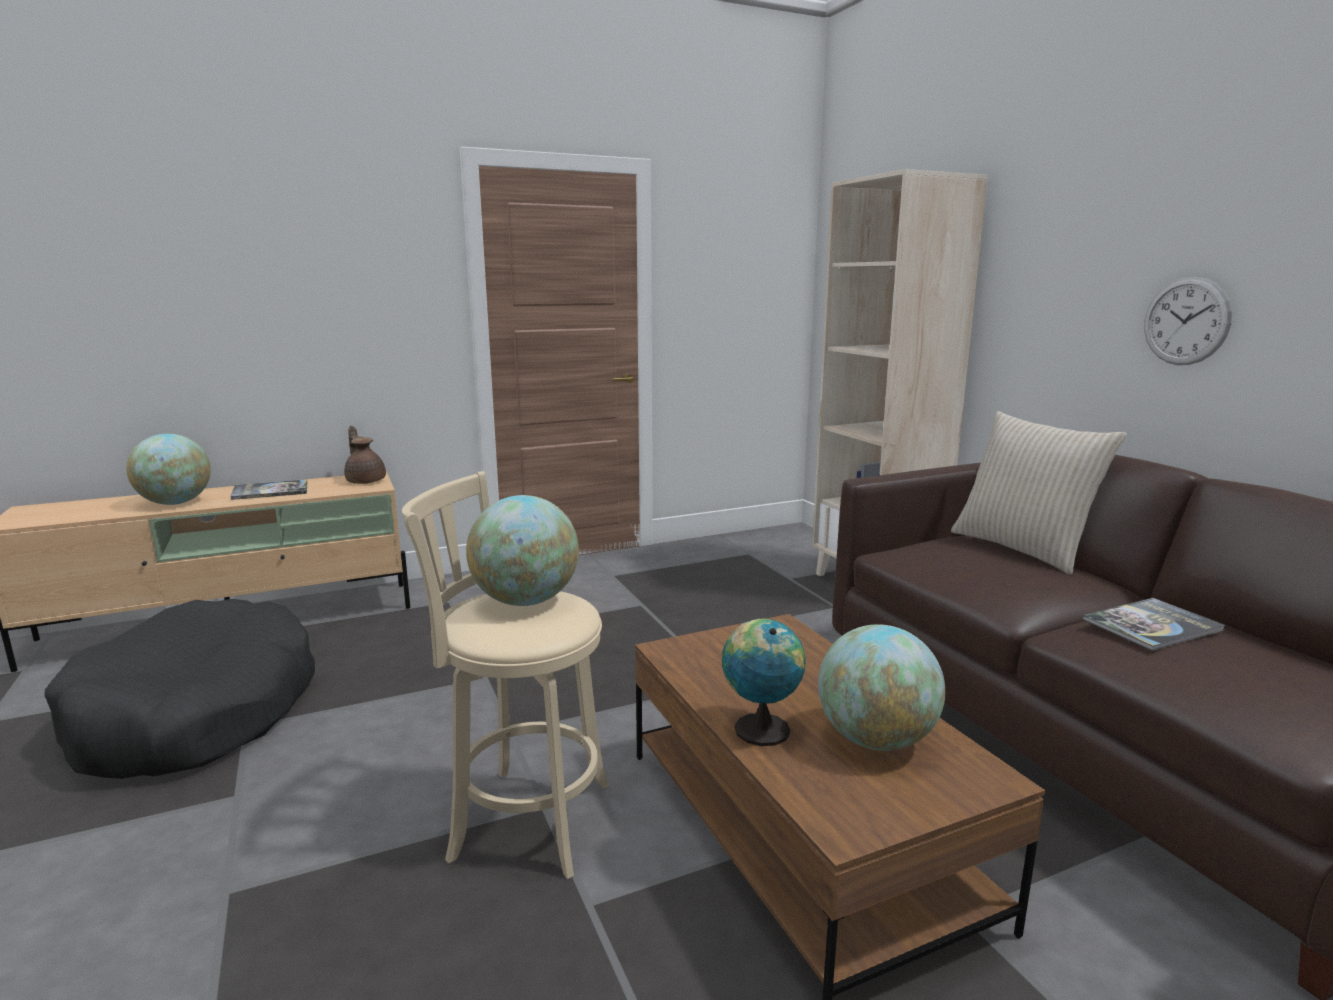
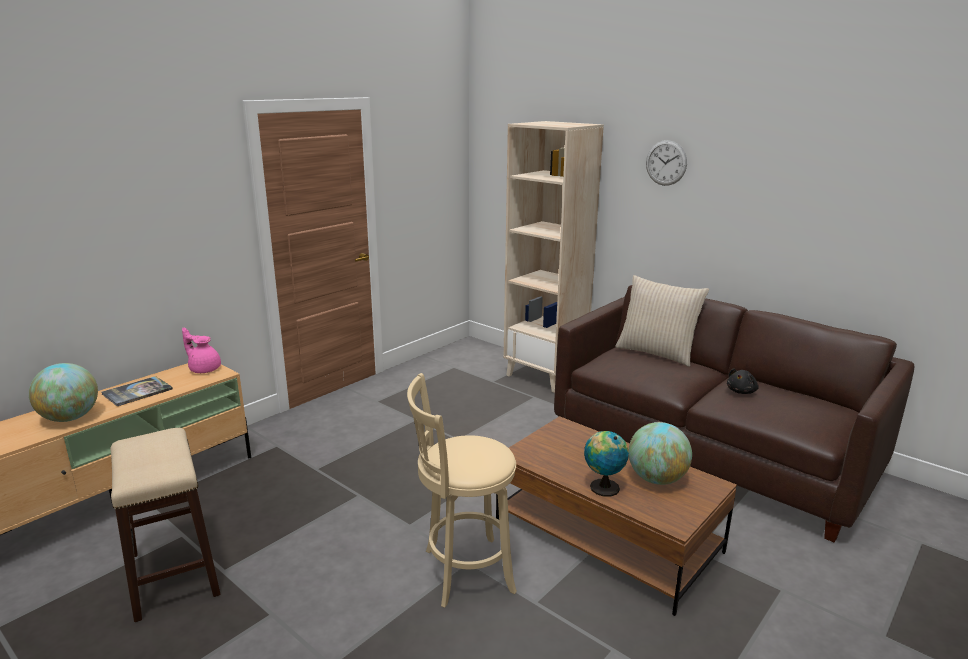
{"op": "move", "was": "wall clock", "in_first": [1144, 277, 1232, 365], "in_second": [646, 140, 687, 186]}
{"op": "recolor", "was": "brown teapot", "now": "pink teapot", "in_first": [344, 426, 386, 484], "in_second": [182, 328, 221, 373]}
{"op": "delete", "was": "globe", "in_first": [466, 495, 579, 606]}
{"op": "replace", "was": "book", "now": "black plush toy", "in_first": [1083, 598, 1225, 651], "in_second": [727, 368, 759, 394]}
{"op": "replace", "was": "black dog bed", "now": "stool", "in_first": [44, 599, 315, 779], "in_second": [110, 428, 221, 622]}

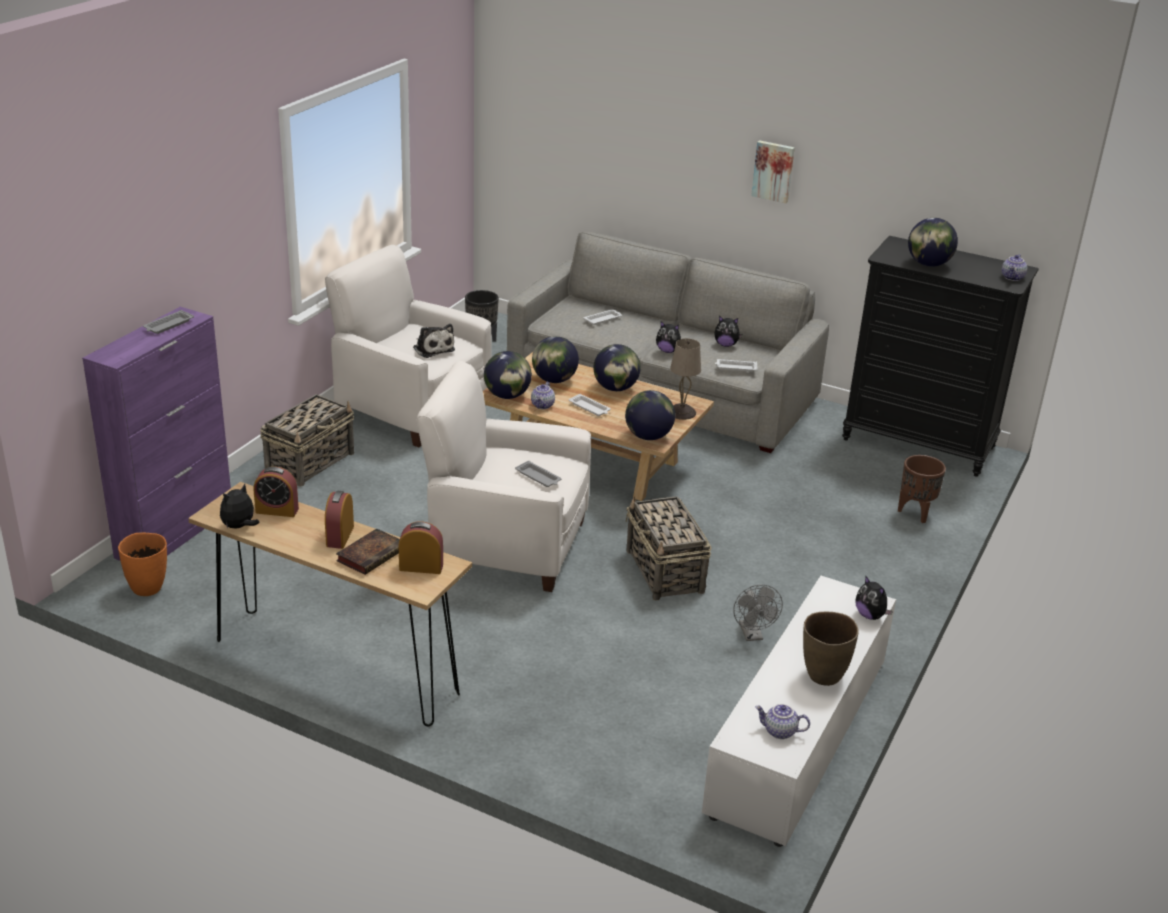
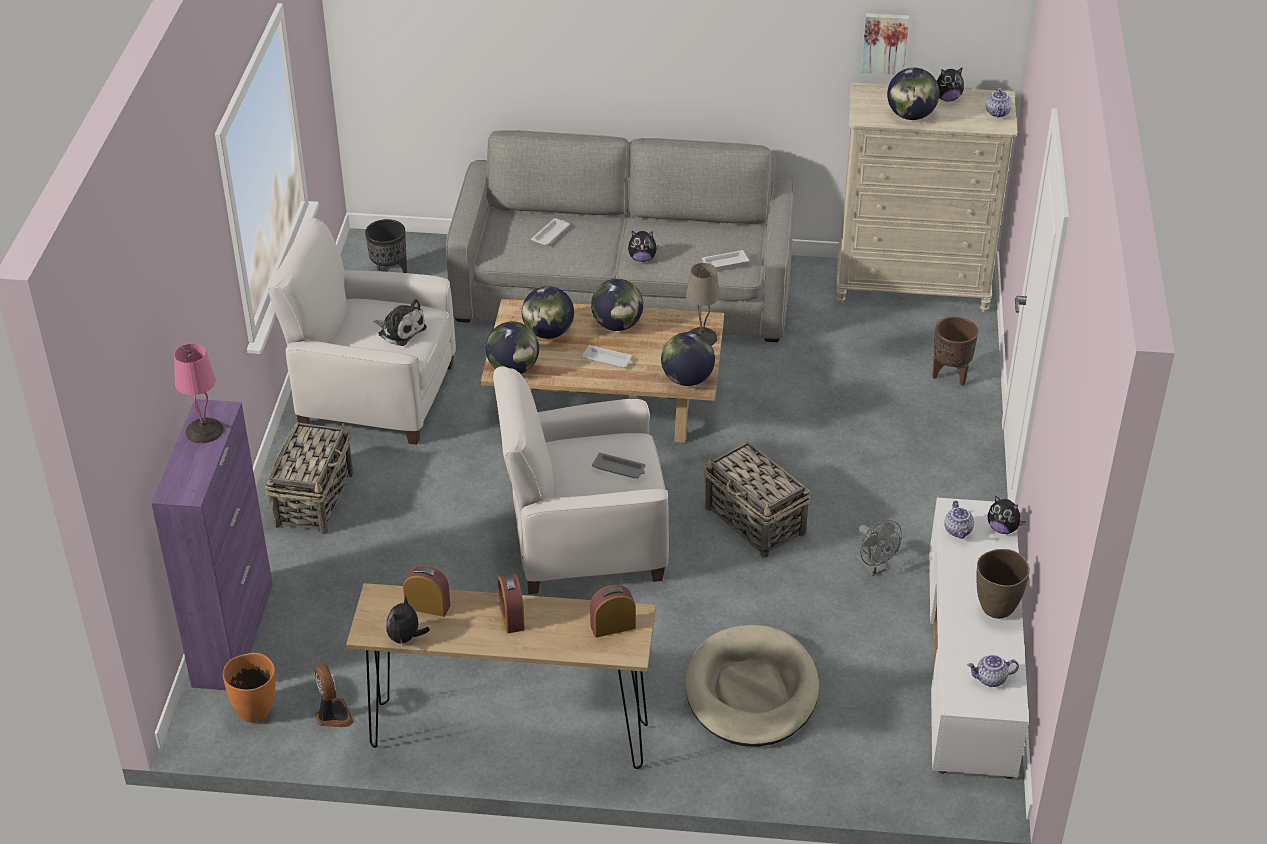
{"op": "move", "was": "picture", "in_first": [751, 140, 795, 204], "in_second": [861, 13, 909, 75]}
{"op": "recolor", "was": "black dresser", "now": "beige dresser", "in_first": [842, 236, 1039, 477], "in_second": [837, 83, 1017, 312]}
{"op": "replace", "was": "grey tray", "now": "pink table lamp", "in_first": [143, 310, 194, 334], "in_second": [174, 343, 224, 443]}
{"op": "move", "was": "plush toy", "in_first": [714, 316, 742, 347], "in_second": [937, 67, 964, 102]}
{"op": "move", "was": "teapot", "in_first": [531, 382, 555, 409], "in_second": [944, 500, 974, 539]}
{"op": "rotate", "was": "alarm clock", "in_first": [253, 466, 299, 517], "in_second": [403, 565, 450, 617], "clockwise": -150}
{"op": "delete", "was": "book", "in_first": [336, 529, 400, 575]}
{"op": "insert", "now": "beige dog bed", "in_second": [685, 625, 819, 747]}
{"op": "insert", "now": "fan", "in_second": [314, 664, 354, 727]}

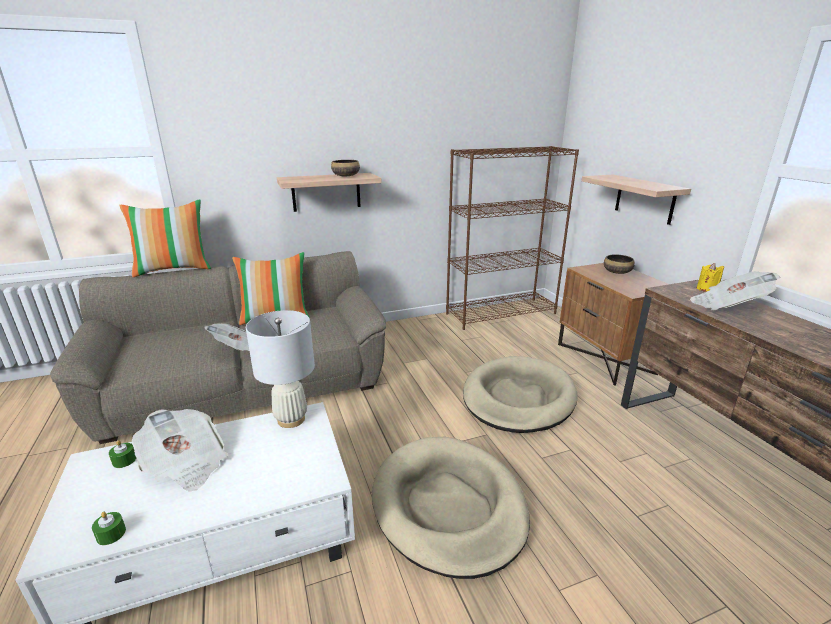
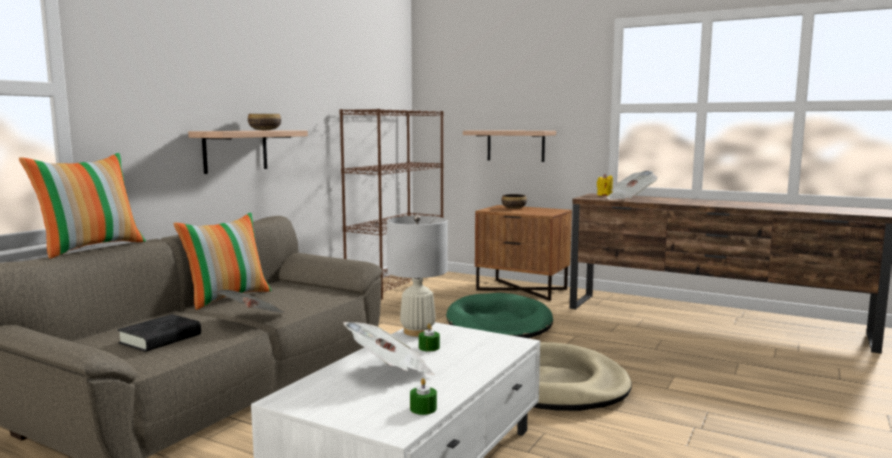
{"op": "recolor", "was": "beige dog bed", "now": "green dog bed", "in_first": [463, 356, 578, 433], "in_second": [446, 293, 553, 338]}
{"op": "move", "was": "green candle", "in_first": [109, 440, 136, 468], "in_second": [419, 323, 440, 351]}
{"op": "insert", "now": "black book", "in_second": [117, 314, 201, 352]}

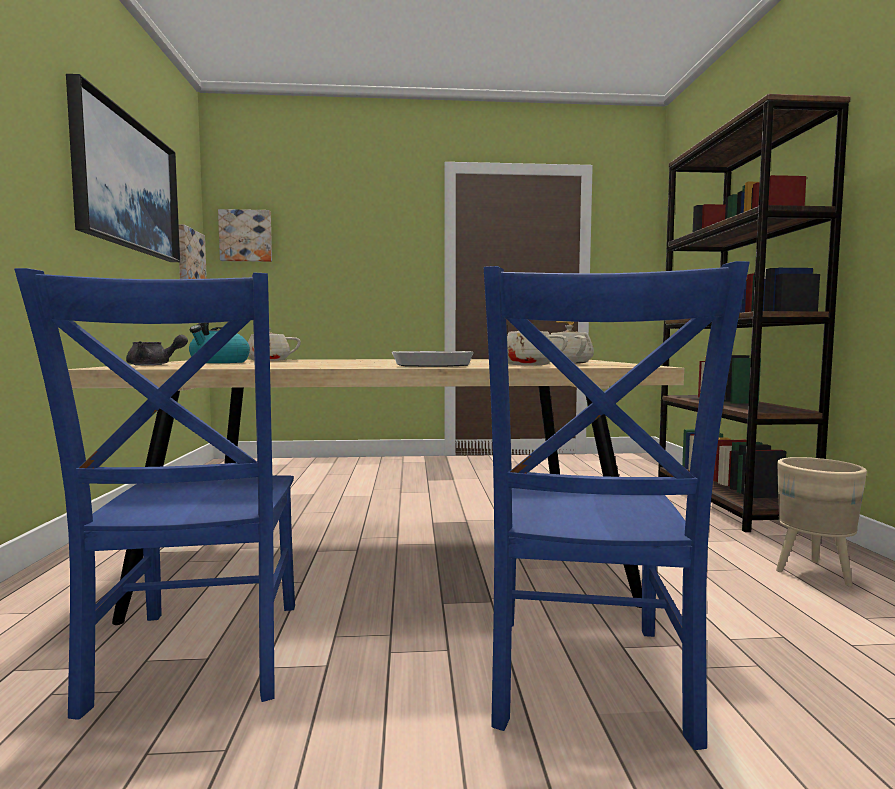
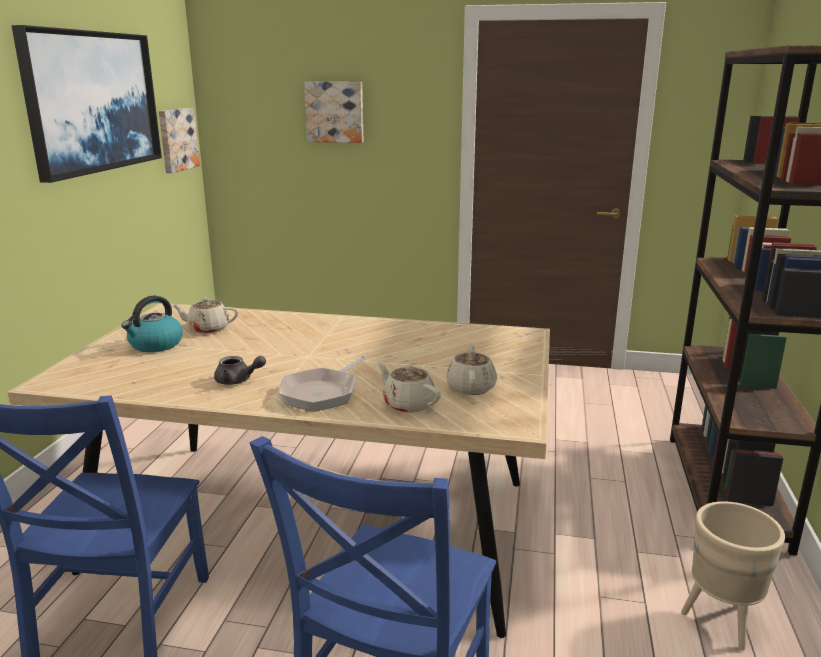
{"op": "move", "was": "picture", "in_first": [218, 209, 272, 262], "in_second": [304, 82, 364, 143]}
{"op": "move", "was": "grey teapot", "in_first": [126, 335, 188, 365], "in_second": [214, 356, 266, 385]}

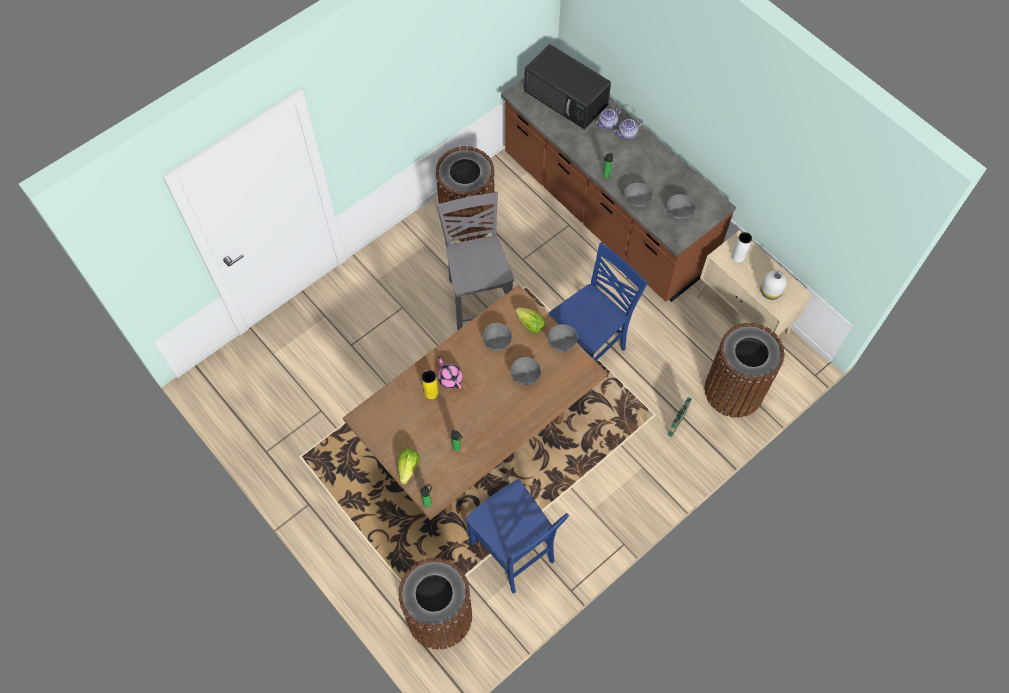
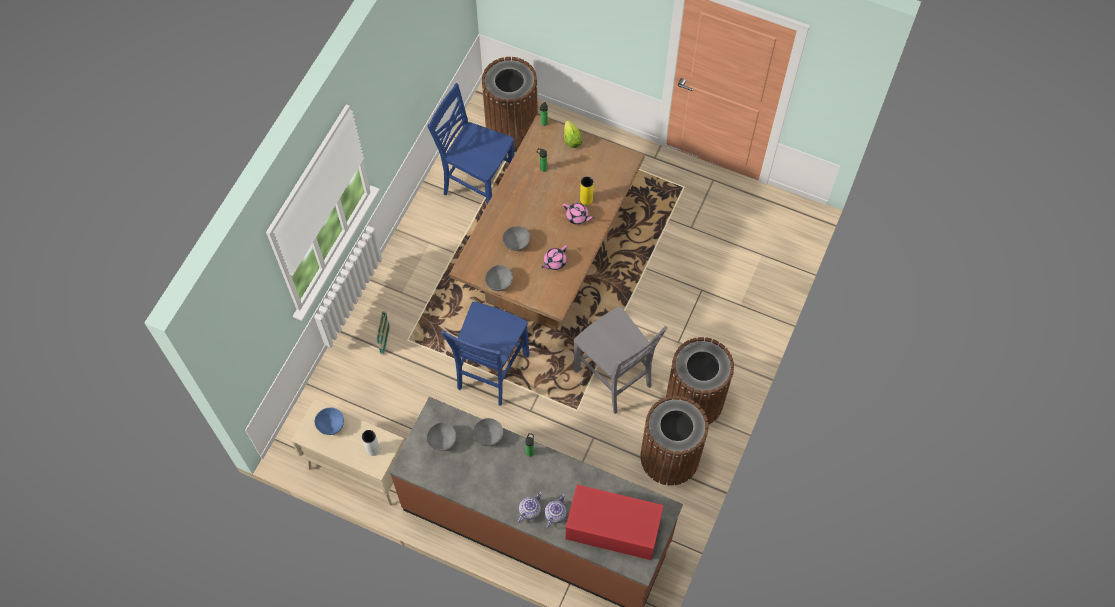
{"op": "recolor", "was": "black microwave", "now": "red microwave", "in_first": [524, 44, 611, 129], "in_second": [566, 485, 664, 560]}
{"op": "replace", "was": "white vase", "now": "blue bowl", "in_first": [760, 270, 787, 300], "in_second": [314, 407, 344, 435]}
{"op": "delete", "was": "lettuce", "in_first": [515, 307, 545, 333]}
{"op": "replace", "was": "grey bowl", "now": "pink teapot", "in_first": [483, 323, 512, 351], "in_second": [541, 245, 567, 270]}
{"op": "move", "was": "brown trash can", "in_first": [704, 323, 784, 418], "in_second": [666, 337, 734, 425]}

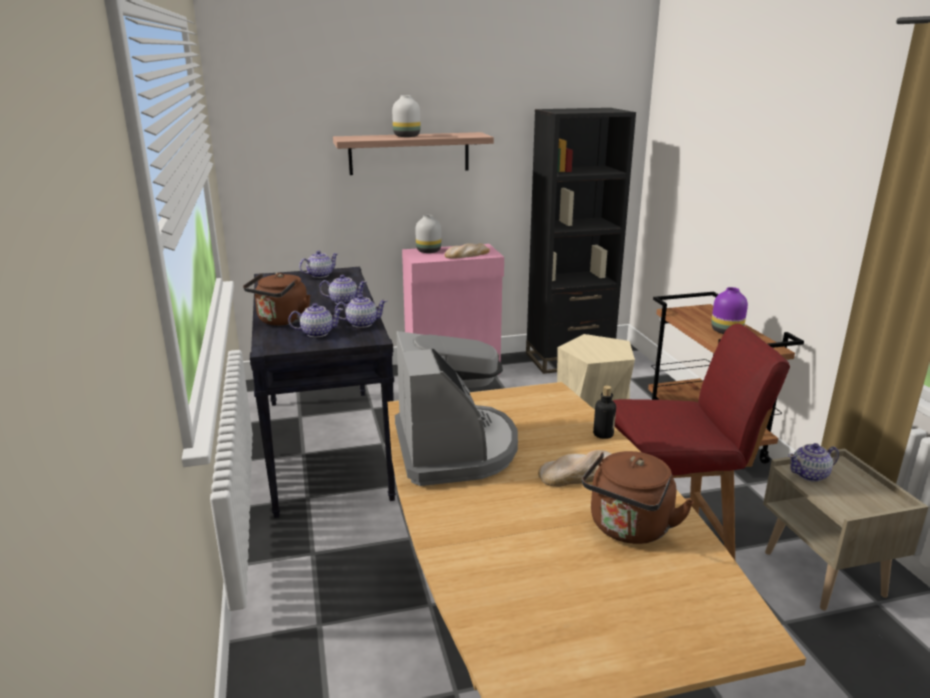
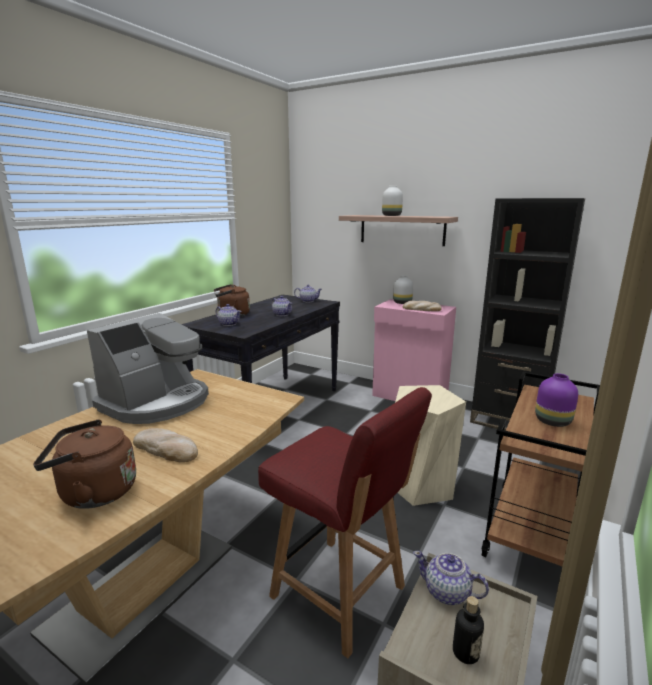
{"op": "delete", "was": "teapot", "in_first": [335, 295, 387, 328]}
{"op": "move", "was": "bottle", "in_first": [593, 385, 616, 439], "in_second": [453, 596, 484, 664]}

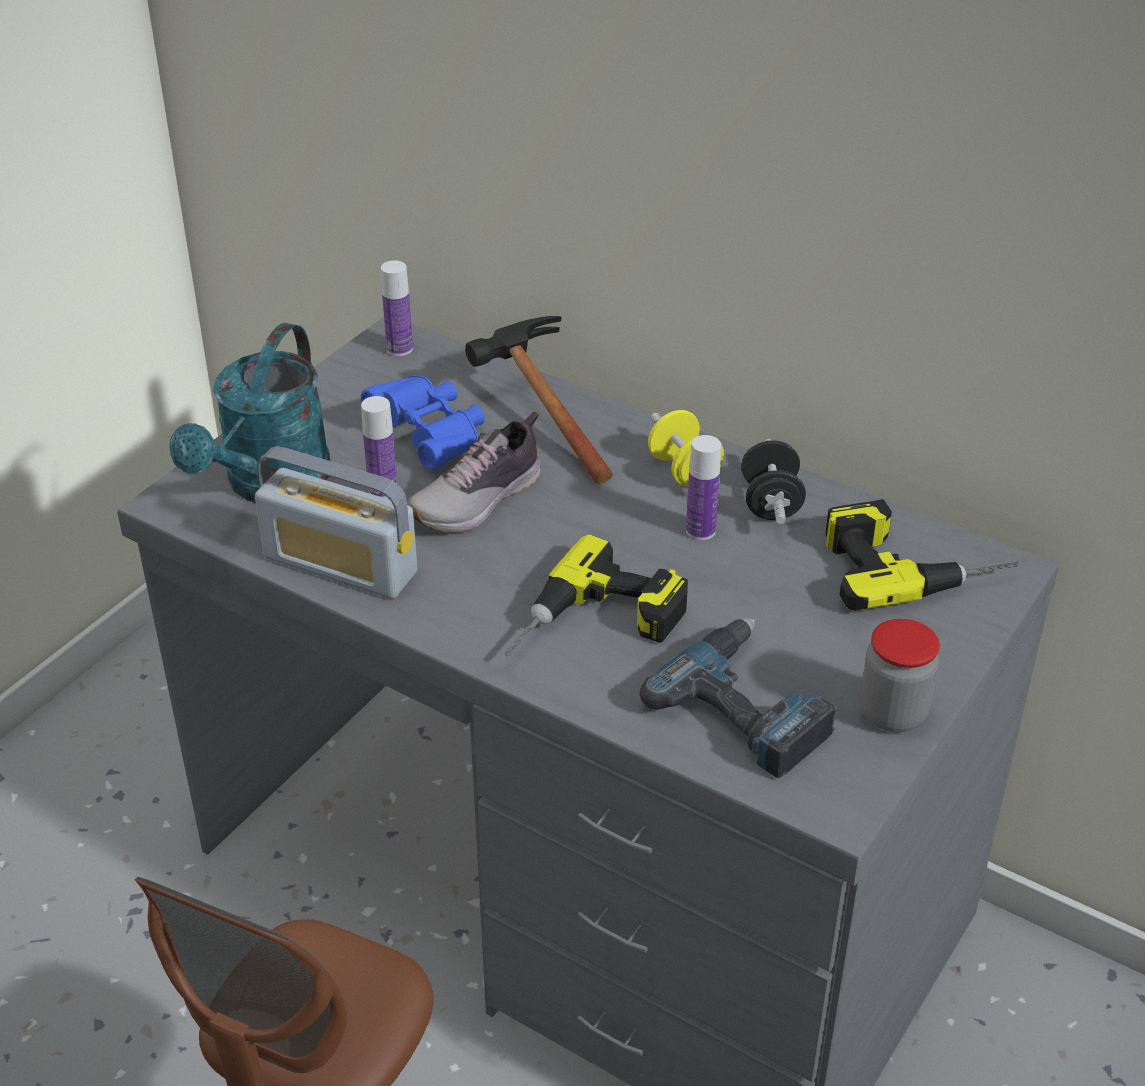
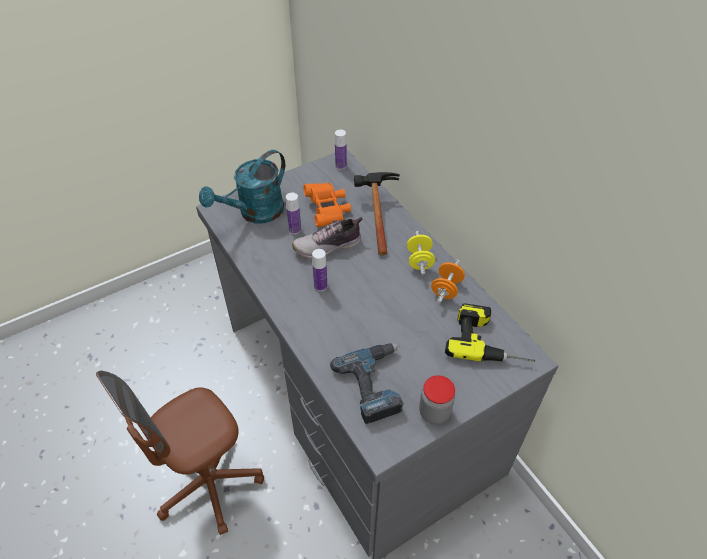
{"op": "recolor", "was": "blue binoculars", "now": "orange binoculars", "in_first": [361, 375, 485, 470], "in_second": [304, 183, 351, 227]}
{"op": "move", "was": "bottle", "in_first": [686, 435, 721, 540], "in_second": [312, 249, 327, 291]}
{"op": "recolor", "was": "black dumbbell", "now": "orange dumbbell", "in_first": [741, 439, 806, 524], "in_second": [431, 260, 465, 303]}
{"op": "delete", "was": "radio", "in_first": [255, 446, 417, 599]}
{"op": "delete", "was": "power drill", "in_first": [505, 534, 688, 657]}

